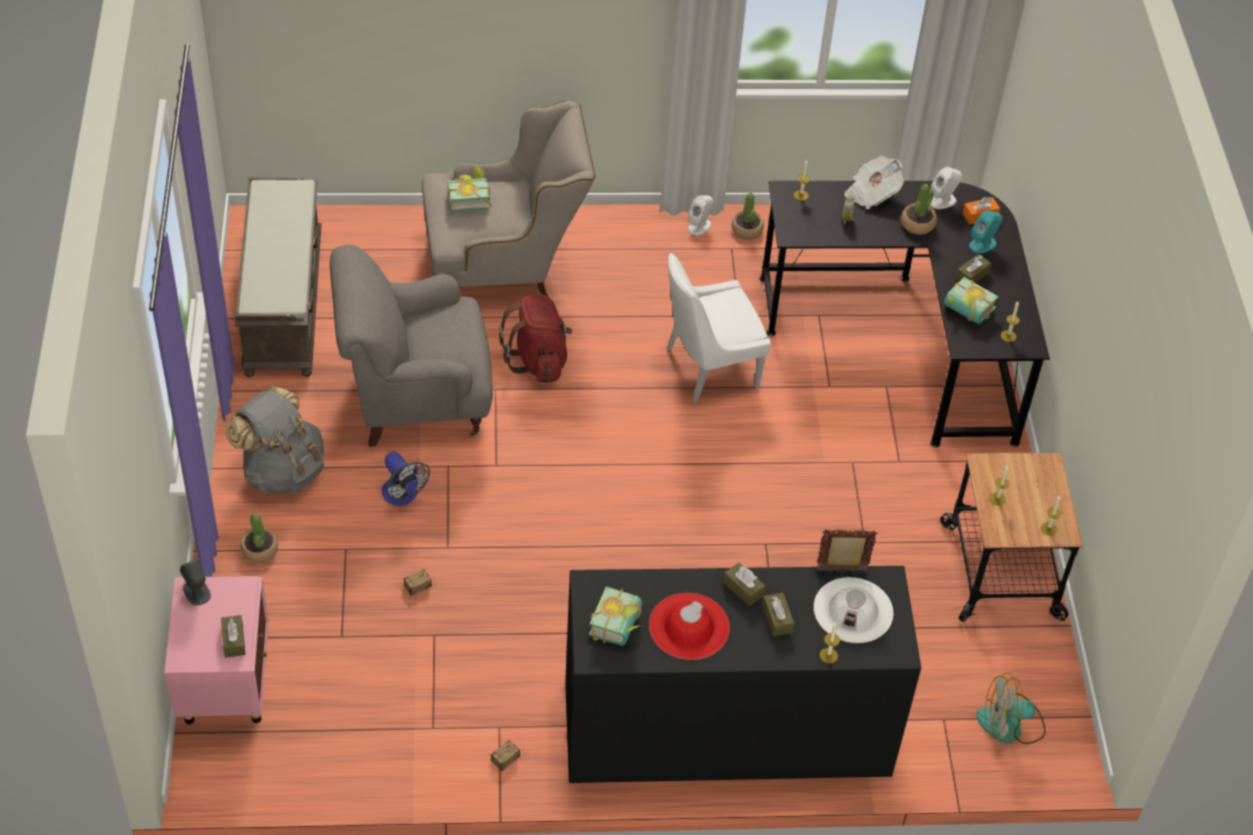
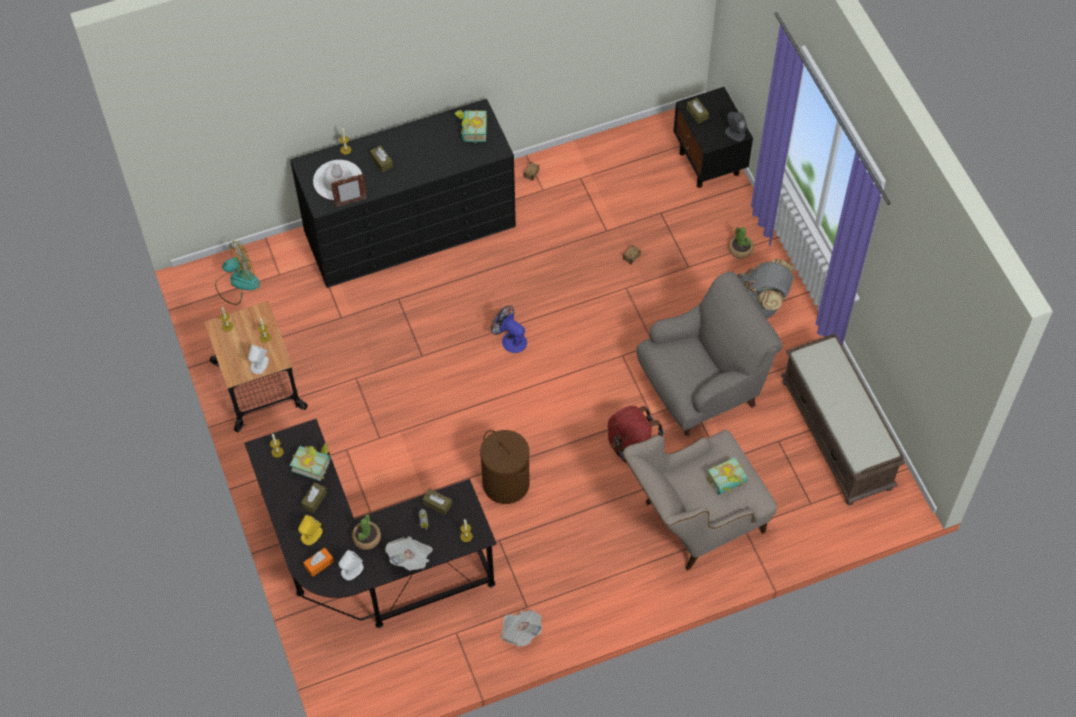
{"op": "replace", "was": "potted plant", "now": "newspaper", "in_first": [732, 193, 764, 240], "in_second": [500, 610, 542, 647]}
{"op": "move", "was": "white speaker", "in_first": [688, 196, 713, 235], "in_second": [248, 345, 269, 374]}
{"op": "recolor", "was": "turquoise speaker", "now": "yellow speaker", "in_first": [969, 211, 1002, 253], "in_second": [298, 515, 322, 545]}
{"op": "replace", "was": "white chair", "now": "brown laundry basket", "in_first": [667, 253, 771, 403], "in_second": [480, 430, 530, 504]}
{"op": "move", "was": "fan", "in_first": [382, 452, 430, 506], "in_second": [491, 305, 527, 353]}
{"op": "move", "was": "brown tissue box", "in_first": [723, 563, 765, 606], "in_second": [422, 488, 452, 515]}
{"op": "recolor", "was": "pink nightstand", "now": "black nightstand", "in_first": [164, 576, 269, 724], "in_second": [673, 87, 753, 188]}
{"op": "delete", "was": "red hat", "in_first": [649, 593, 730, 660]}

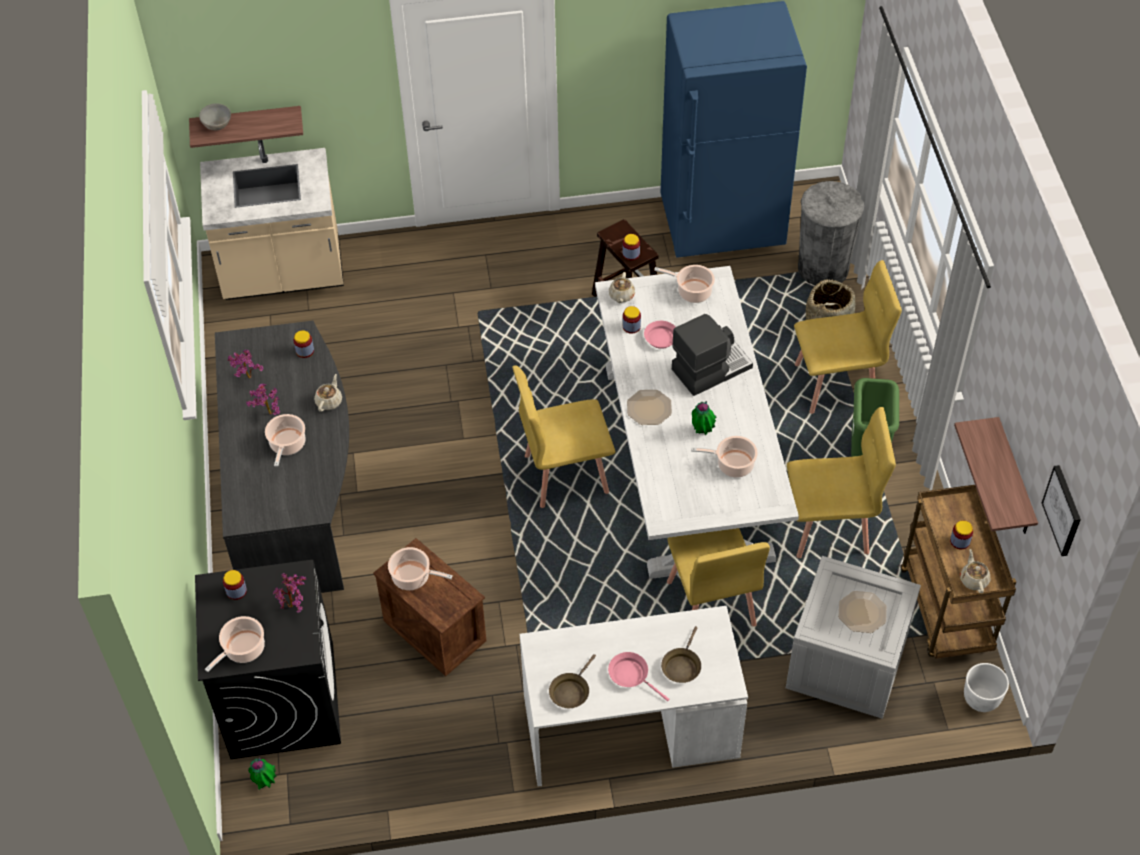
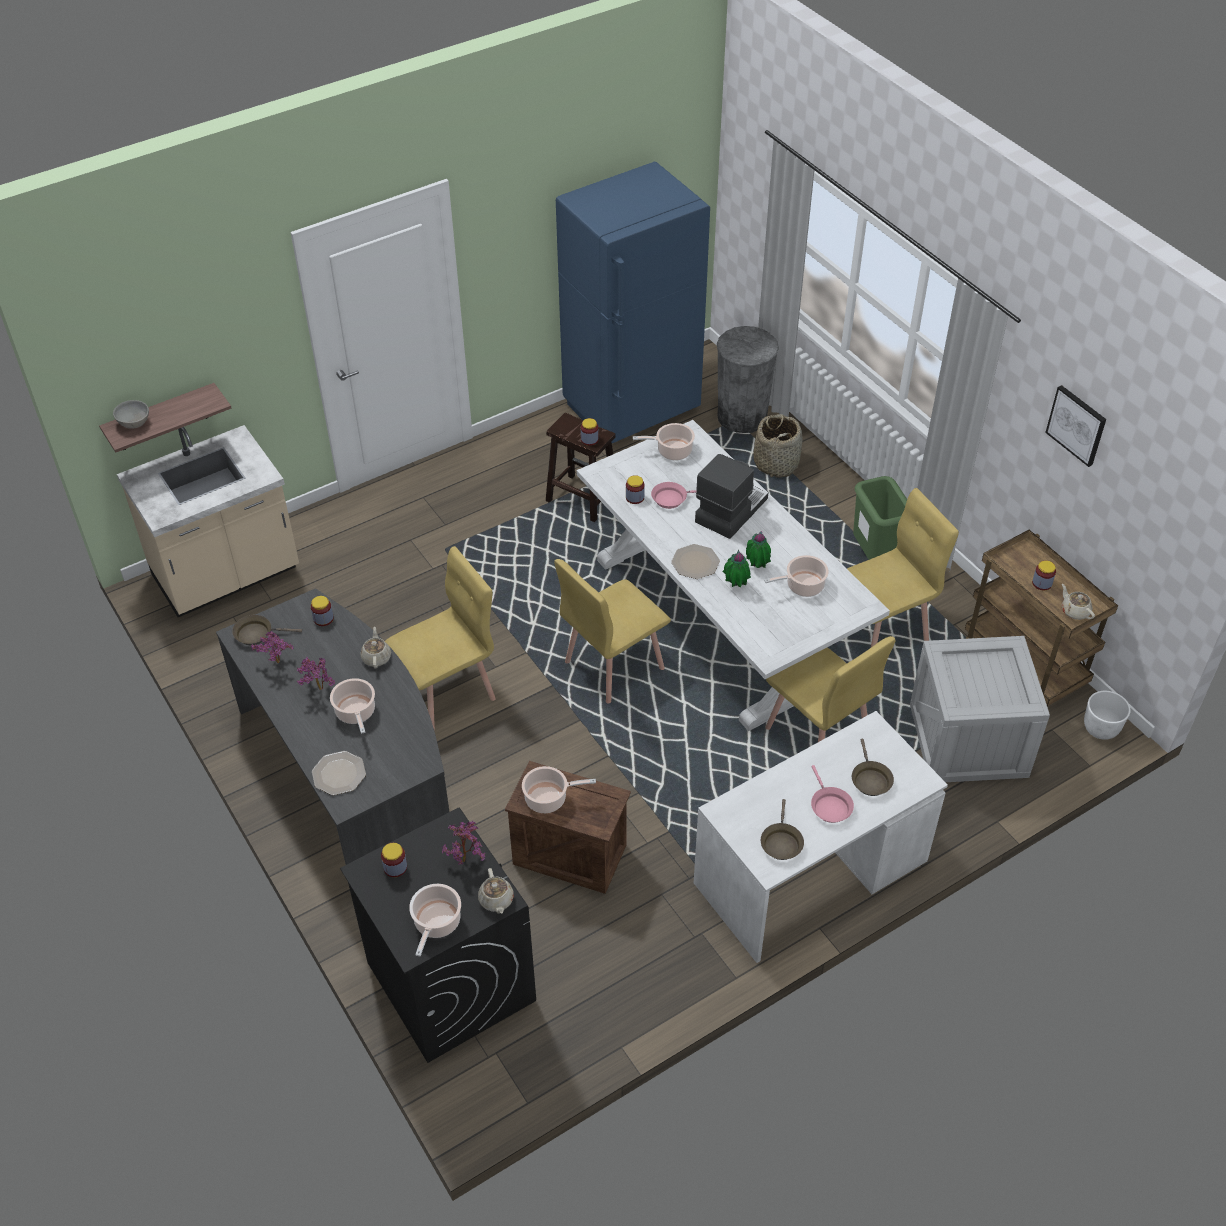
{"op": "move", "was": "yellow chair", "in_first": [794, 260, 902, 414], "in_second": [385, 546, 496, 730]}
{"op": "move", "was": "beige teapot", "in_first": [609, 272, 635, 303], "in_second": [478, 868, 514, 914]}
{"op": "delete", "was": "shelf", "in_first": [954, 417, 1038, 534]}
{"op": "move", "was": "picture", "in_first": [1042, 465, 1081, 556], "in_second": [1045, 385, 1106, 467]}
{"op": "move", "was": "plate", "in_first": [839, 591, 887, 633], "in_second": [312, 751, 366, 795]}
{"op": "rotate", "was": "pink frying pan", "in_first": [608, 652, 669, 701], "in_second": [811, 765, 854, 823], "clockwise": -120}
{"op": "move", "was": "potted plant", "in_first": [248, 757, 276, 790], "in_second": [722, 550, 751, 587]}
{"op": "insert", "now": "brown frying pan", "in_second": [232, 615, 302, 645]}

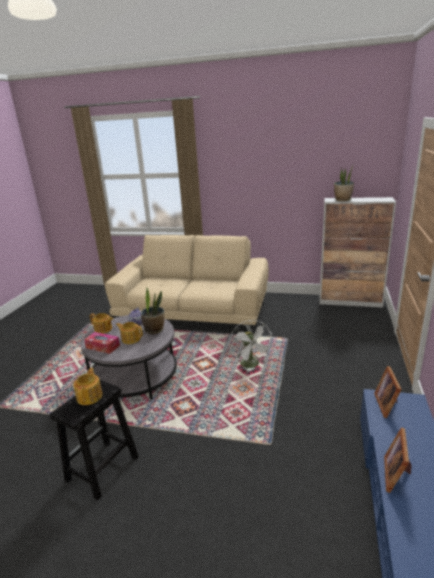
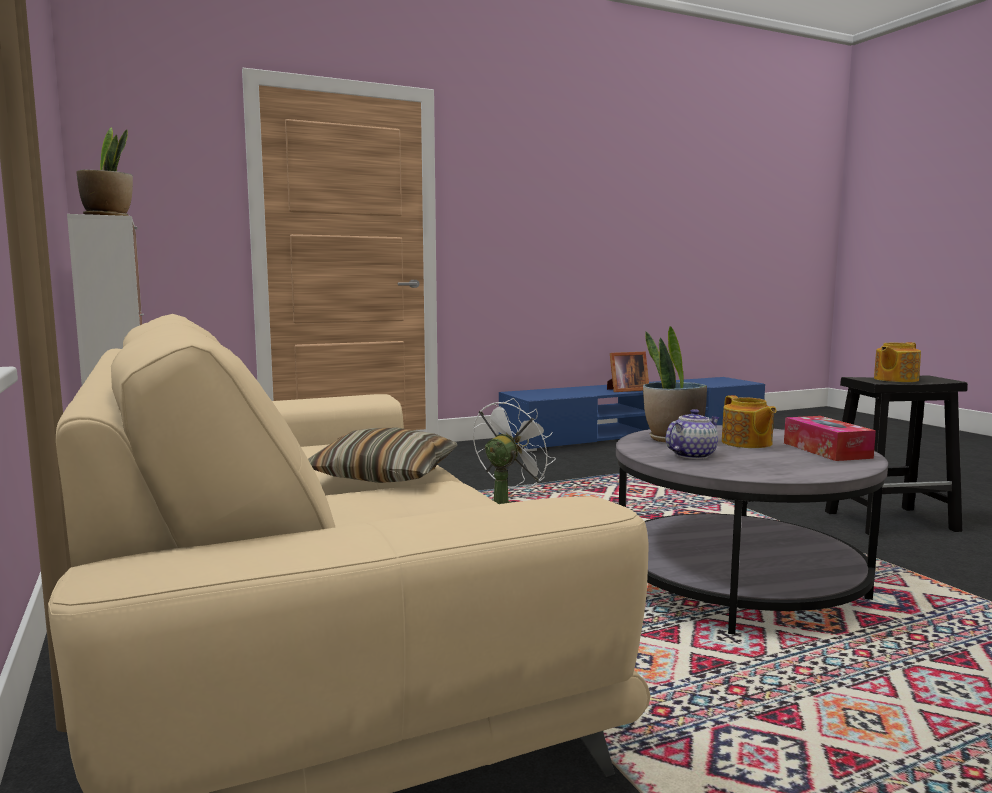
{"op": "delete", "was": "teapot", "in_first": [90, 313, 113, 334]}
{"op": "delete", "was": "picture frame", "in_first": [374, 366, 401, 418]}
{"op": "insert", "now": "pillow", "in_second": [308, 428, 457, 483]}

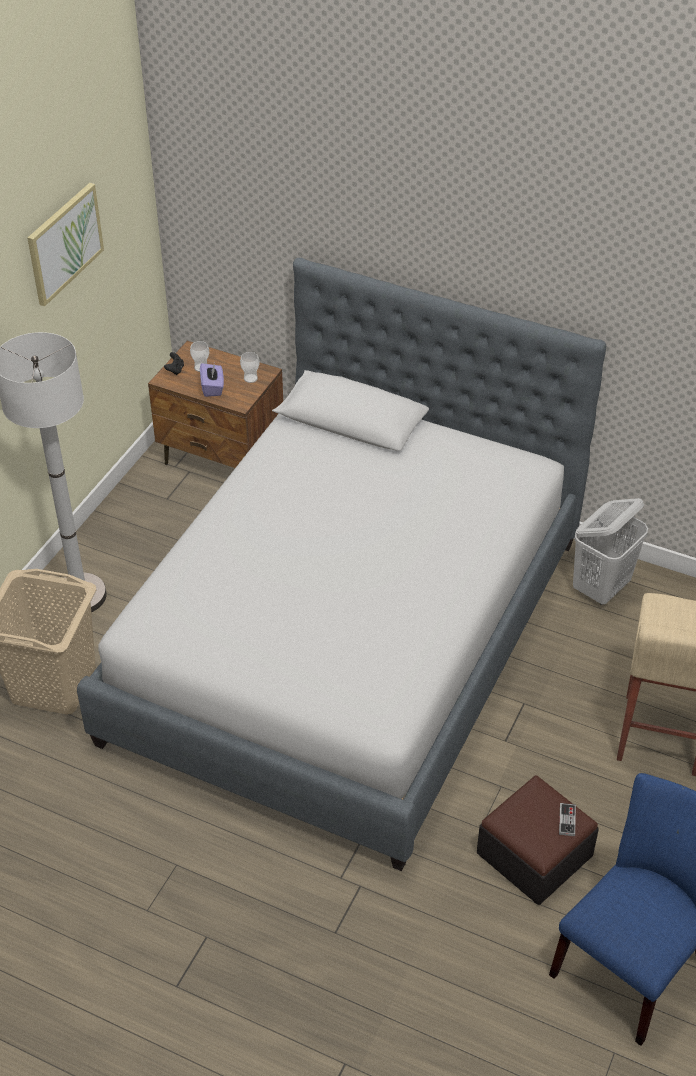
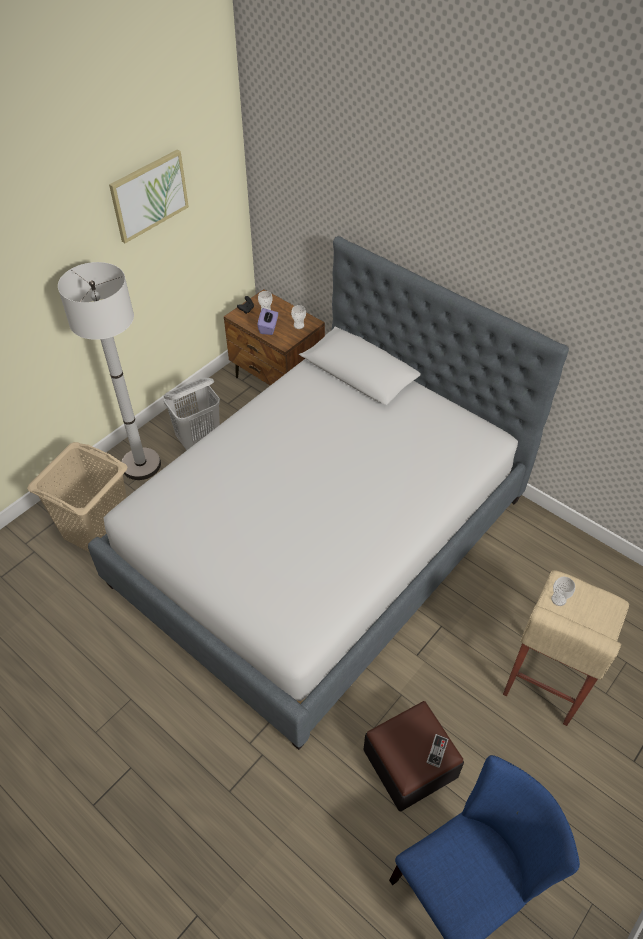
{"op": "move", "was": "white laundry basket", "in_first": [573, 498, 648, 605], "in_second": [164, 378, 220, 450]}
{"op": "insert", "now": "cup", "in_second": [551, 577, 575, 606]}

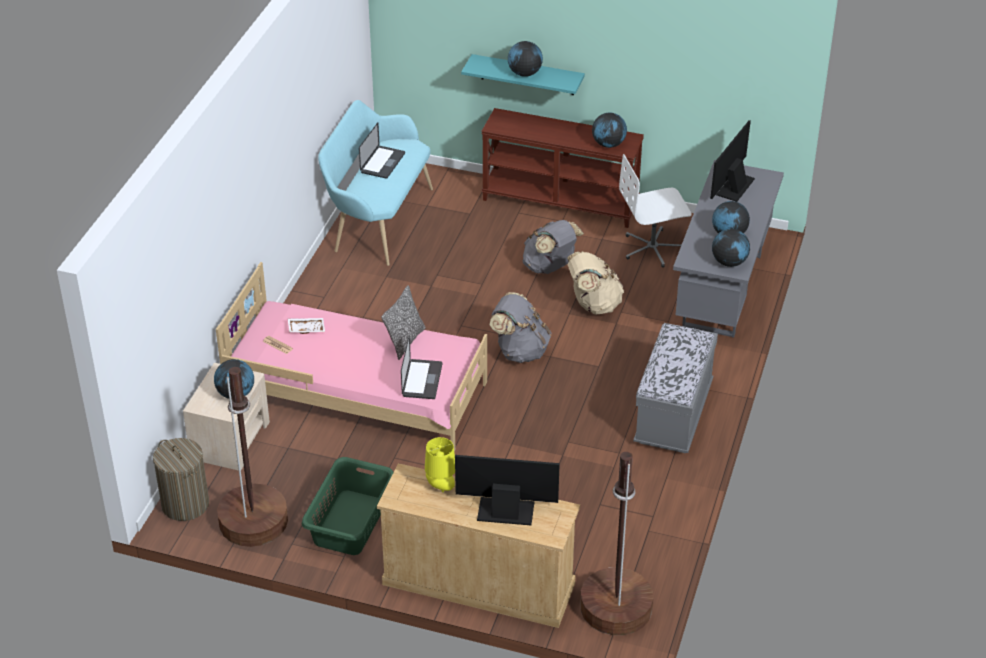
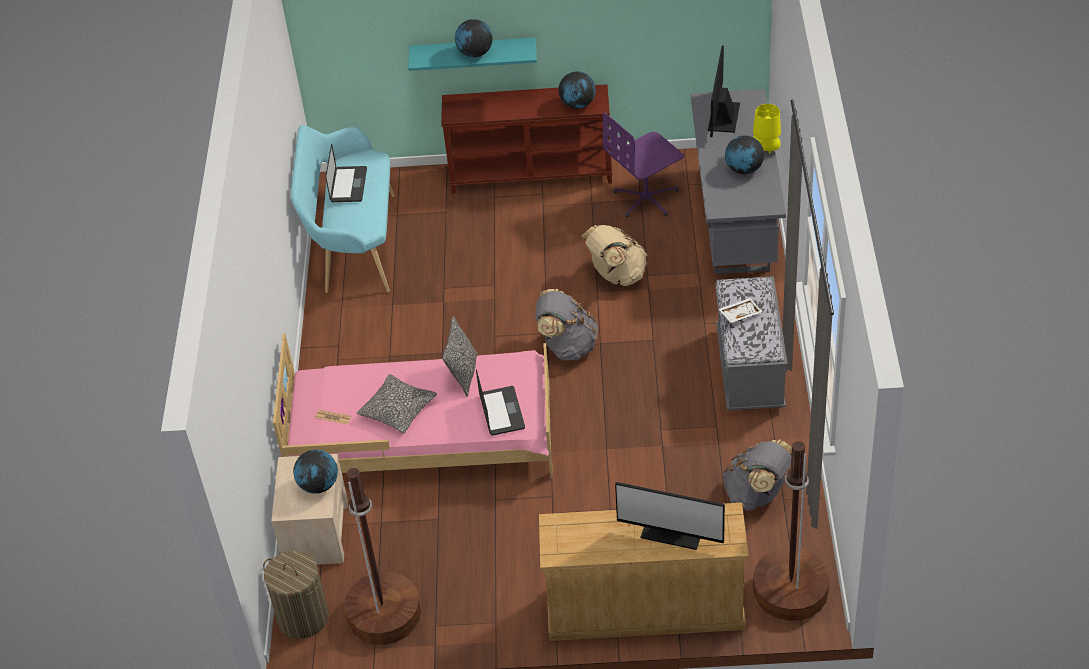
{"op": "recolor", "was": "white office chair", "now": "purple office chair", "in_first": [619, 154, 692, 268], "in_second": [603, 112, 684, 218]}
{"op": "move", "was": "grey backpack", "in_first": [523, 220, 584, 274], "in_second": [722, 440, 792, 511]}
{"op": "delete", "was": "globe", "in_first": [712, 229, 750, 267]}
{"op": "move", "was": "white tray", "in_first": [288, 318, 325, 334], "in_second": [719, 298, 762, 323]}
{"op": "move", "was": "yellow table lamp", "in_first": [425, 437, 455, 492], "in_second": [753, 104, 781, 154]}
{"op": "rotate", "was": "monitor", "in_first": [455, 455, 560, 525], "in_second": [615, 482, 725, 550], "clockwise": -150}
{"op": "delete", "was": "green laundry basket", "in_first": [302, 457, 394, 555]}
{"op": "insert", "now": "pillow", "in_second": [357, 374, 437, 434]}

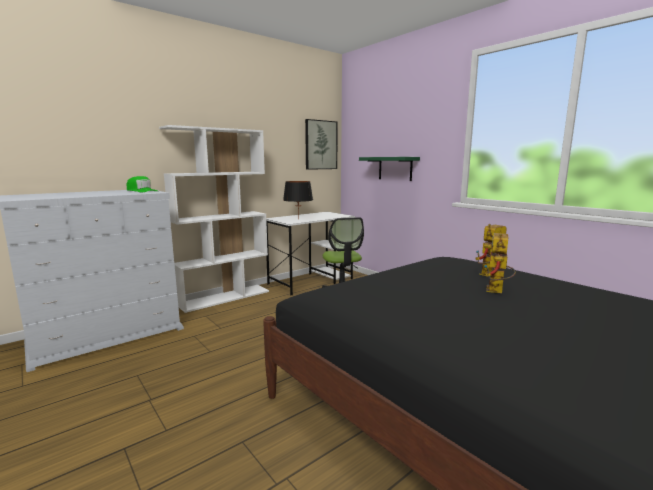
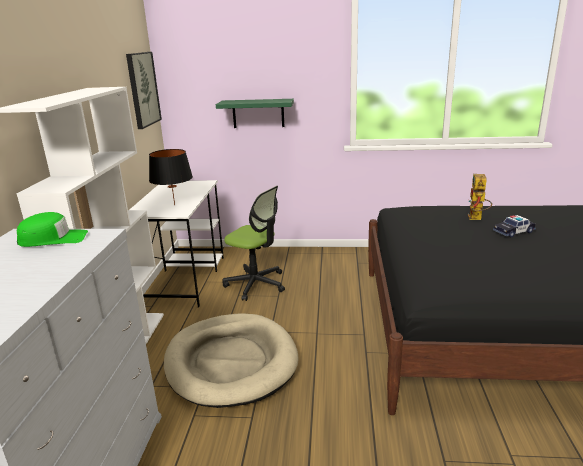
{"op": "replace", "was": "toy robot", "now": "toy car", "in_first": [484, 233, 516, 293], "in_second": [493, 215, 536, 237]}
{"op": "insert", "now": "beige dog bed", "in_second": [164, 314, 299, 408]}

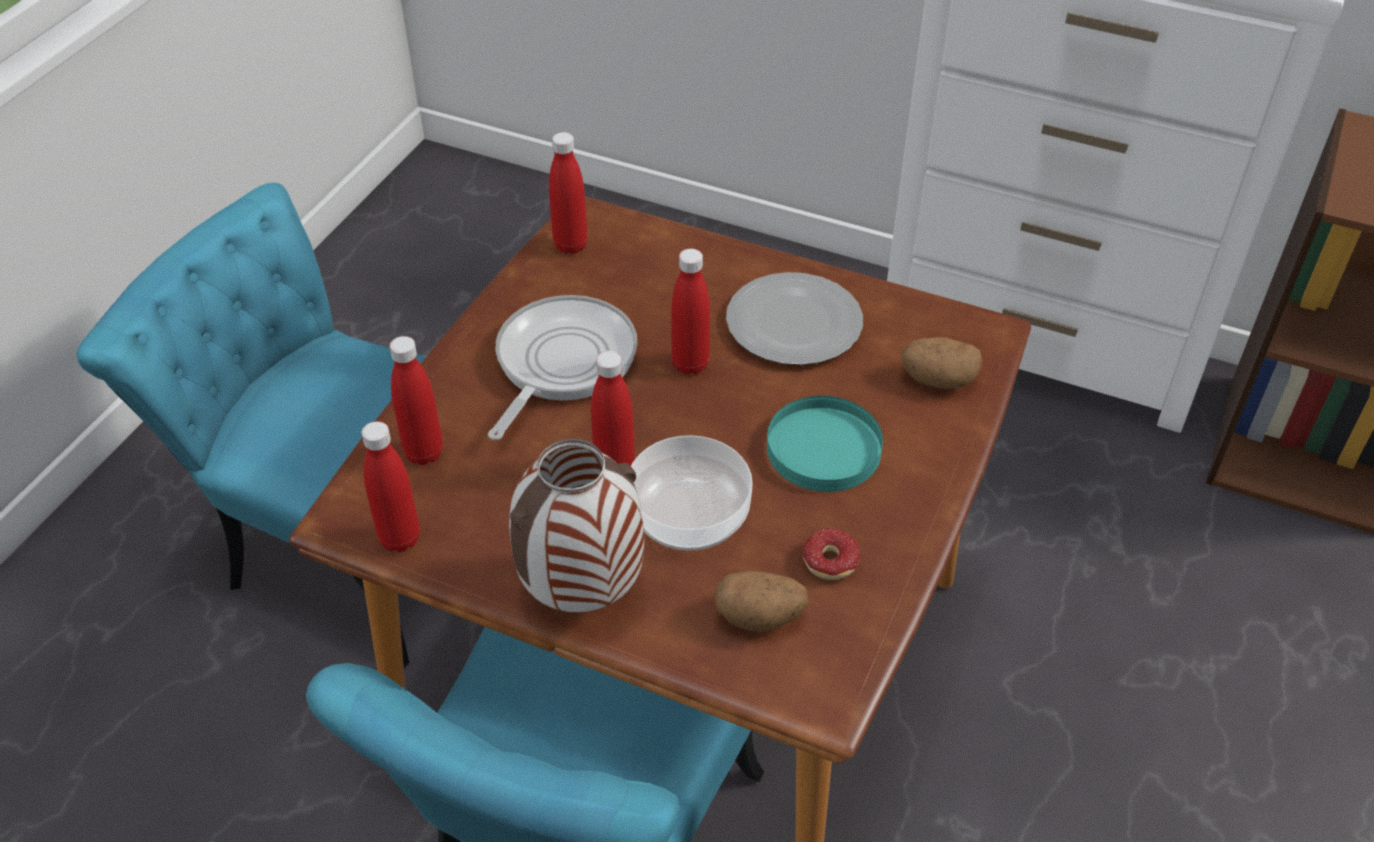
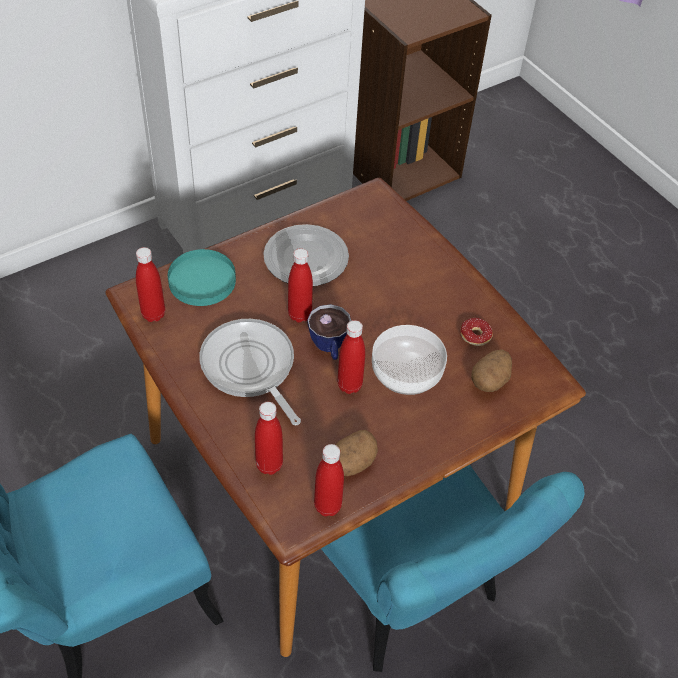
{"op": "move", "was": "potato", "in_first": [901, 337, 983, 389], "in_second": [336, 430, 378, 476]}
{"op": "move", "was": "turquoise plate", "in_first": [767, 396, 883, 492], "in_second": [168, 249, 236, 306]}
{"op": "delete", "was": "vase", "in_first": [509, 439, 644, 613]}
{"op": "insert", "now": "cup", "in_second": [307, 304, 351, 360]}

